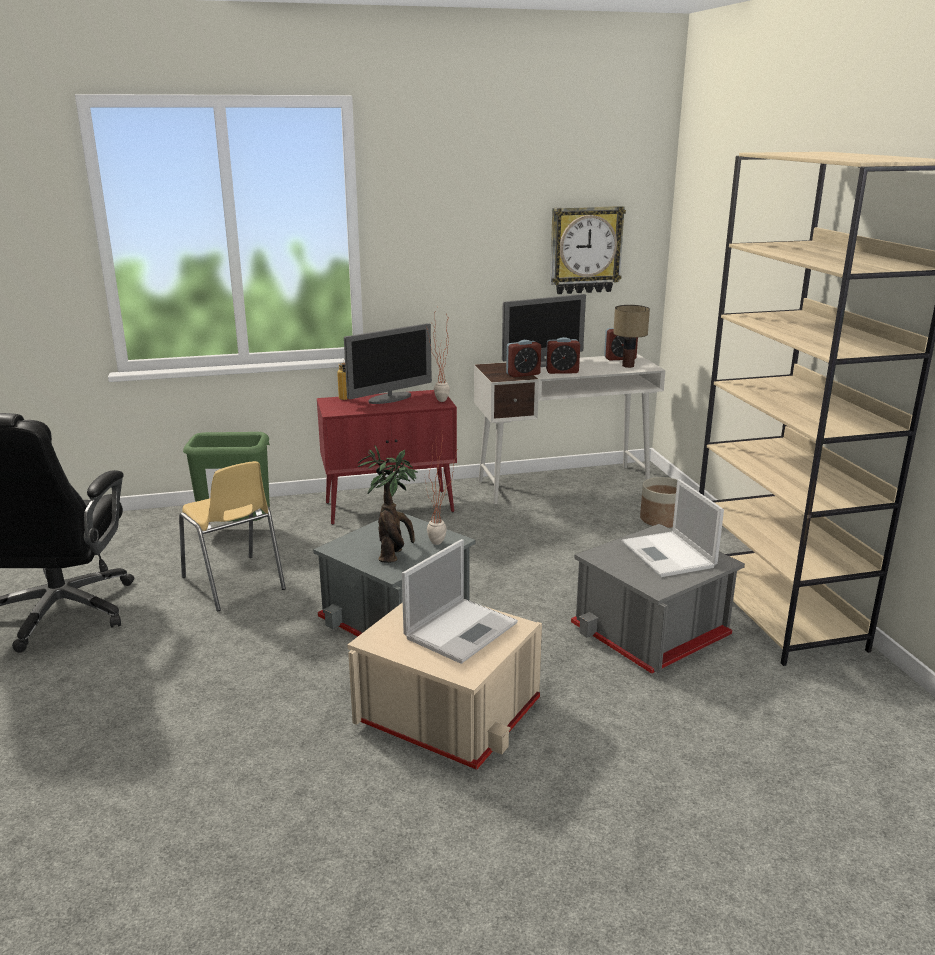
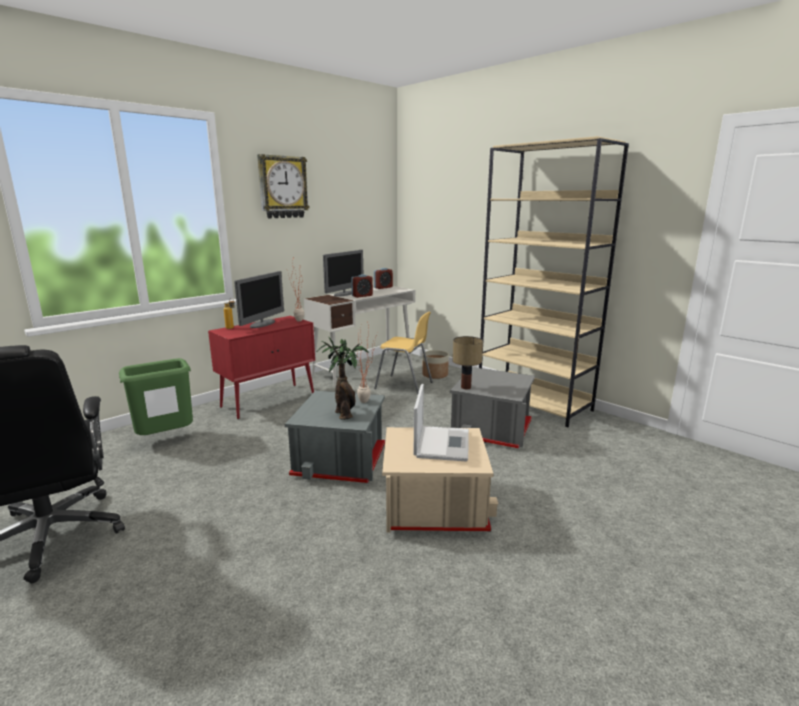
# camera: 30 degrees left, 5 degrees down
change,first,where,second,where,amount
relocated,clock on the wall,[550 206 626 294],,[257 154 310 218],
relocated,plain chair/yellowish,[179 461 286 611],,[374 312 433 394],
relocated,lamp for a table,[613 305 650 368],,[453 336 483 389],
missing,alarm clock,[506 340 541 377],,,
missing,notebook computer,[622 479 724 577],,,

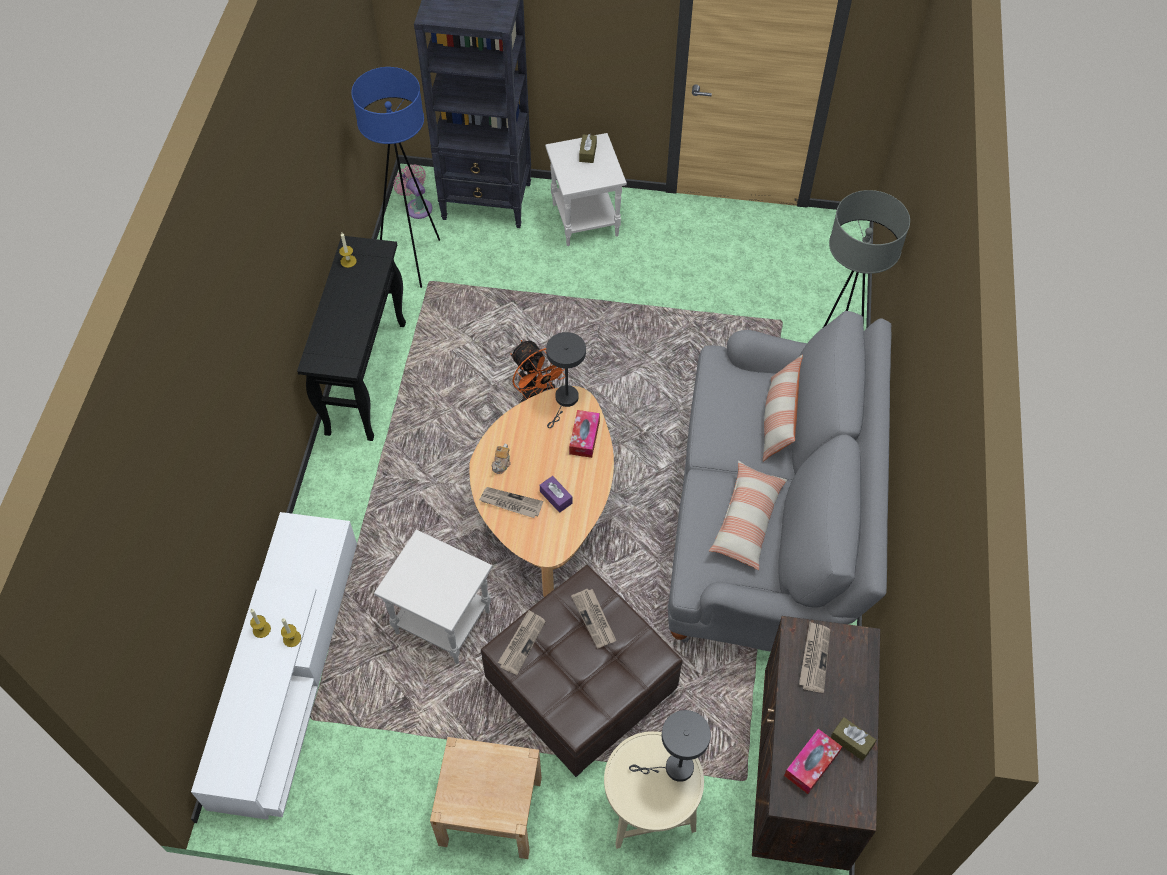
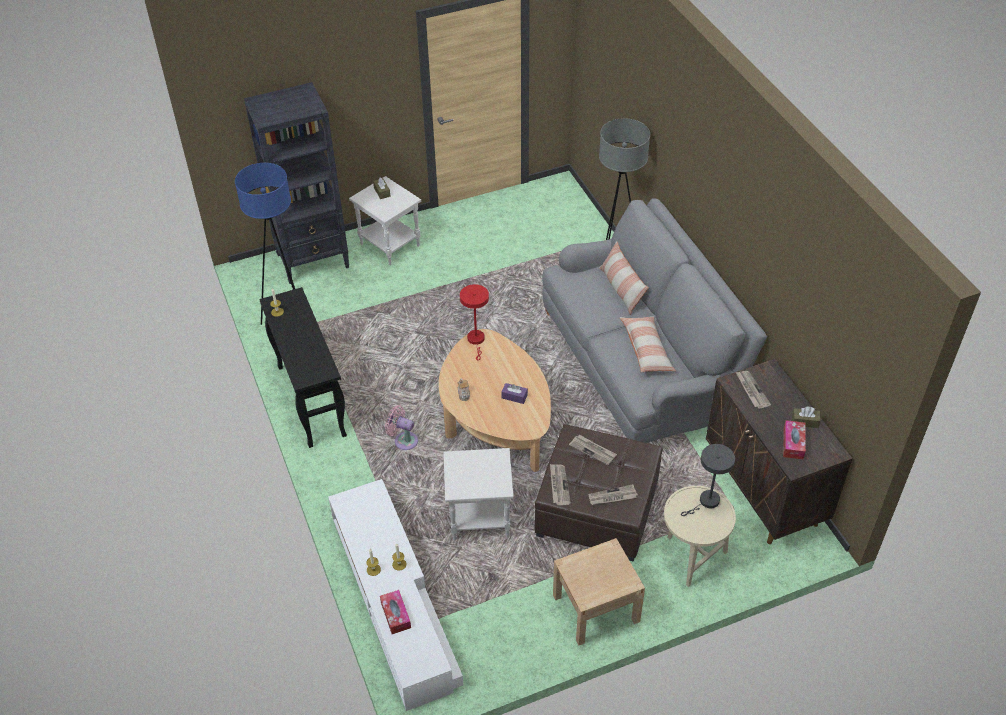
# camera: 30 degrees left, 10 degrees down
change,first,where,second,where,amount
relocated,tissue holder,[569 410 600 458],,[380 590 411 634],
relocated,electric fan/pink,[394 164 432 219],,[385 405 418 450],
colour,lamp for a table/grey,[546 332 586 428],lamp for a table/red-coloured,[460 284 489 360],
relocated,printed paper,[479 487 543 518],,[588 484 638 505],
missing,electric fan/orange,[510 340 565 403],,,

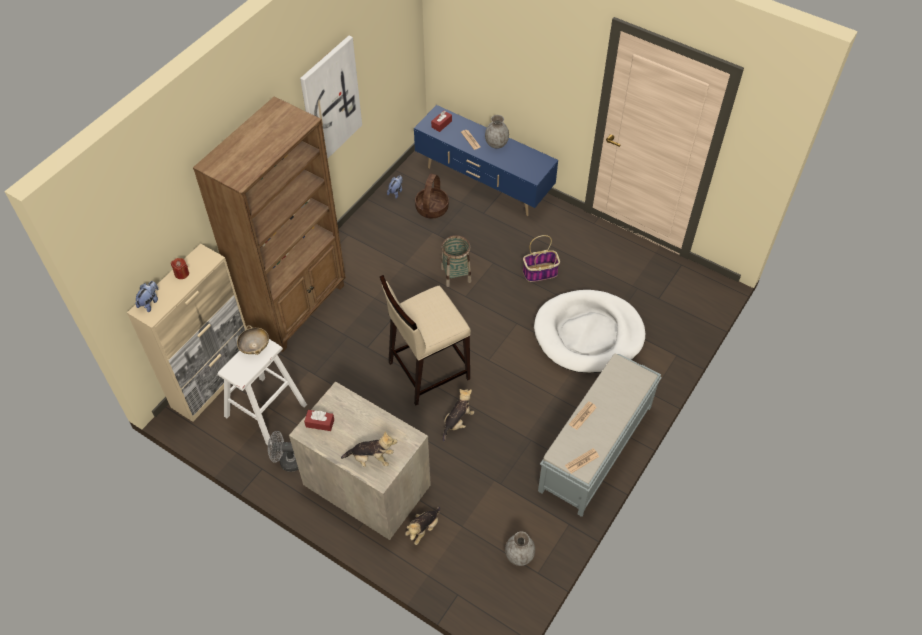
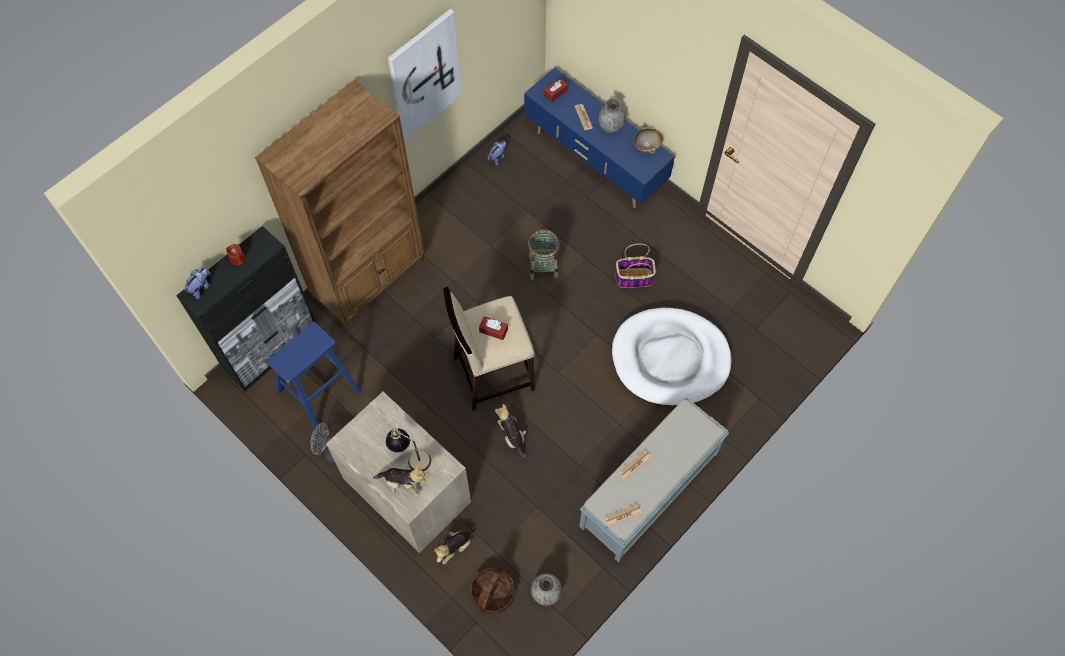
# camera: 10 degrees right, 10 degrees up
change,first,where,second,where,amount
colour,cabinet/beige-coloured,[127 244 246 422],cabinet/black,[176 226 315 391],
colour,stool/whitish,[218 339 307 445],stool/blue,[266 322 362 430],
appeared,,,lamp for a table,[386 428 431 471],
relocated,household basket,[415 174 449 218],,[471 565 515 614],
relocated,tissue holder/red-coloured,[304 410 334 431],,[479 316 508 340],
spun,soft toy,[443 389 474 442],,[495 404 528 459],75 degrees counterclockwise
relocated,bowl/beige-coloured,[237 325 269 355],,[634 125 663 154],

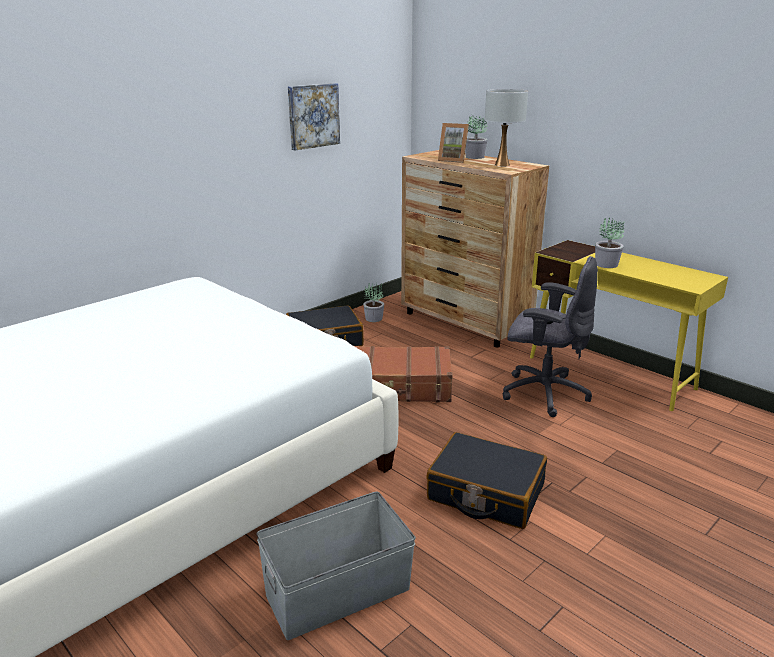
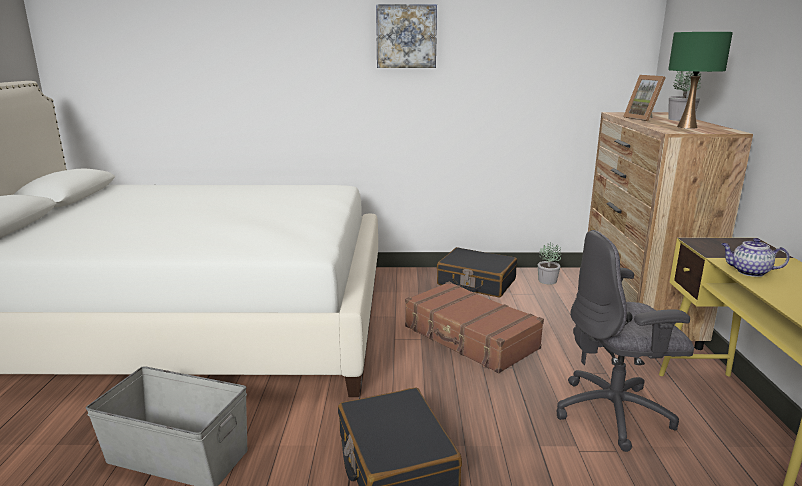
# camera: 45 degrees right, 5 degrees down
change,first,where,second,where,amount
relocated,wall art,[288 83 340 150],,[376 4 437 68],
spun,office chair/grey,[503 256 598 417],,[556 230 694 452],105 degrees clockwise
colour,lamp for a table/whitish,[485 89 528 167],lamp for a table/green,[668 32 733 129],
exchanged,potted plant,[595 217 624 268],tea pot,[721 238 789 277],

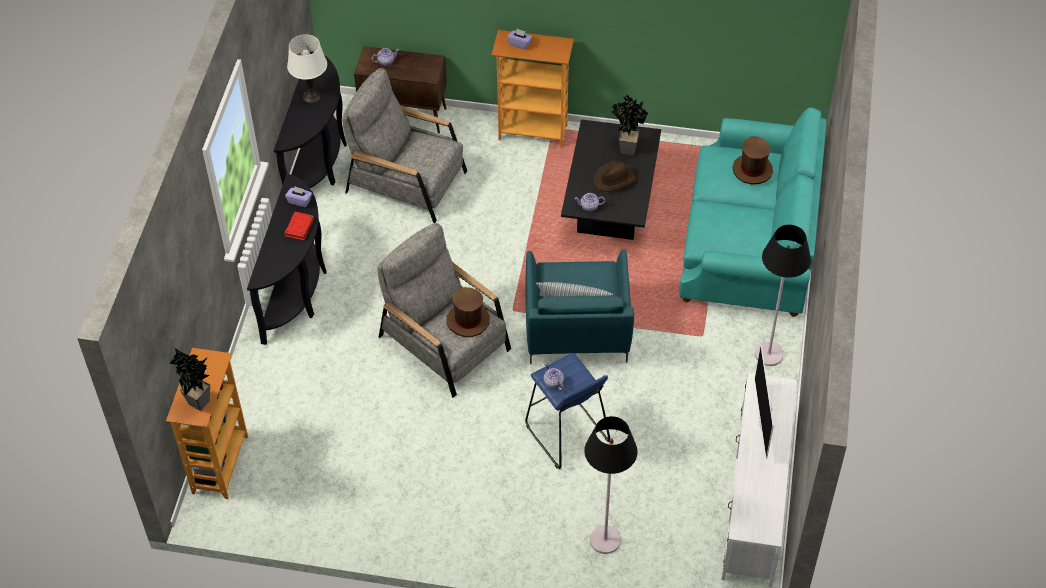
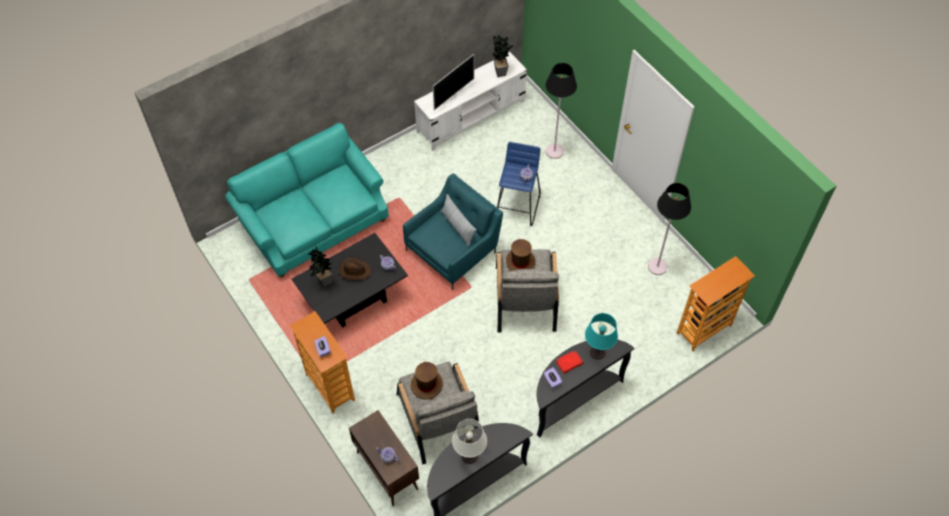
# camera: 135 degrees left, 5 degrees up
change,first,where,second,where,amount
relocated,wearable hat/brown,[732 136 773 185],,[411 362 443 400],
relocated,potted plant,[170 348 210 411],,[492 35 513 77],
appeared,,,lamp for a table/turquoise-coloured,[585 313 618 360],
relocated,standing lamp/black,[755 225 811 366],,[648 183 691 275],

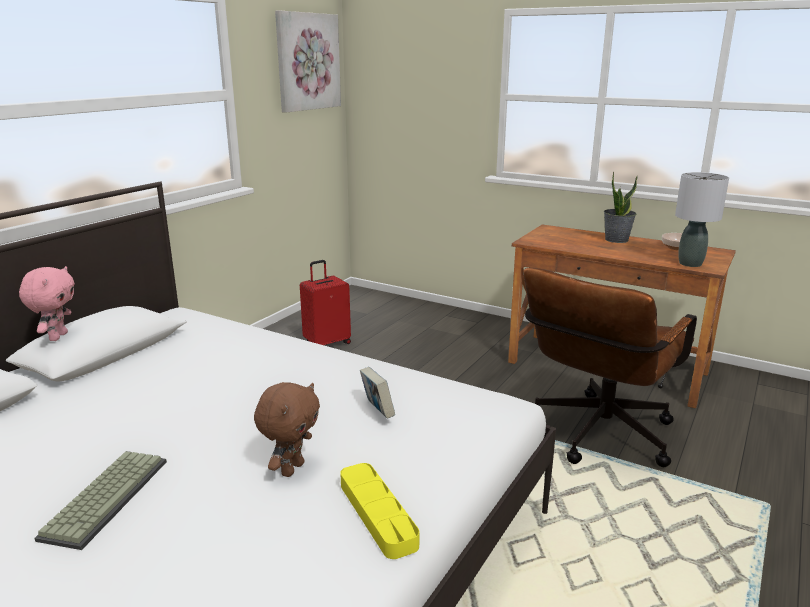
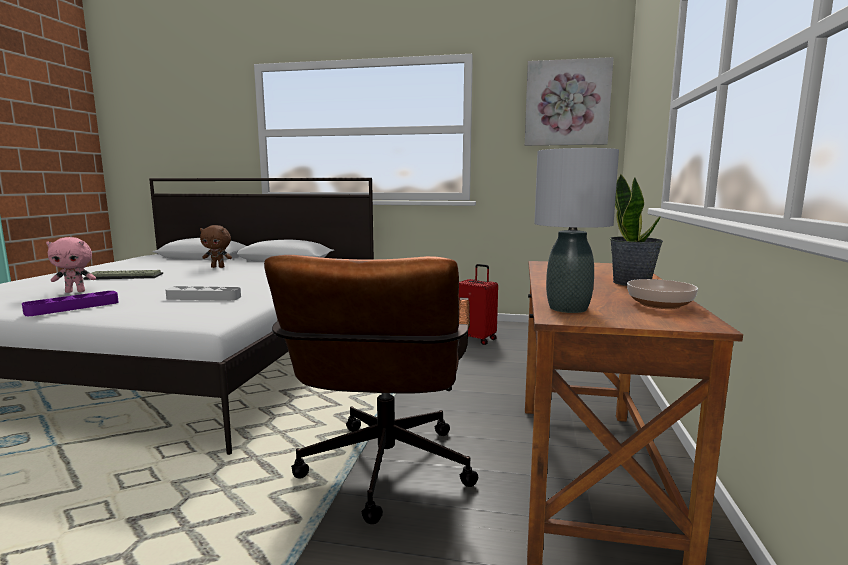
# camera: 70 degrees right, 10 degrees down
change,first,where,second,where,amount
colour,carrying tray/yellowish,[340 463 419 559],carrying tray/purple-coloured,[22 291 119 316],
relocated,soft toy/pink,[19 266 75 341],,[46 237 96 293],
exchanged,book,[360 367 395 419],carrying tray/grey,[165 286 241 301],
relocated,soft toy/brown,[254 382 320 477],,[200 225 232 268],
spun,office chair/brown,[523 268 697 467],,[264 255 478 524],105 degrees counterclockwise

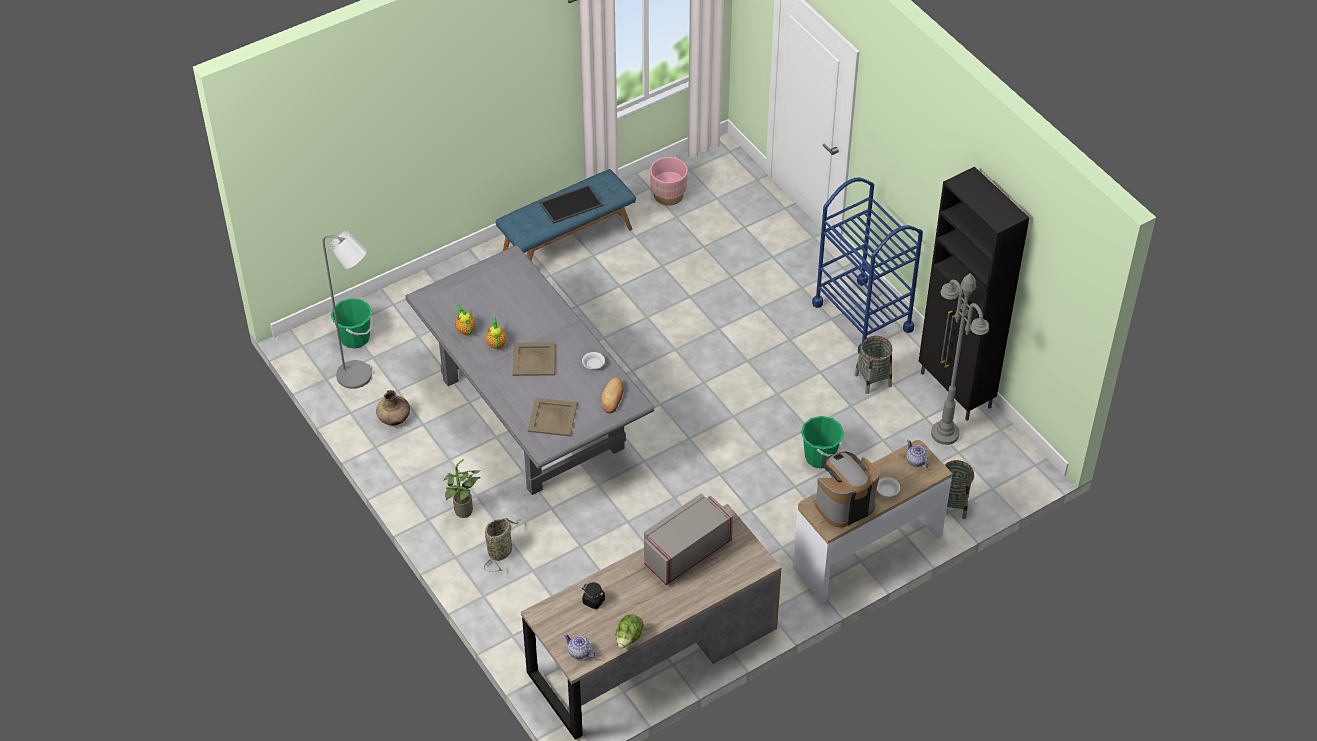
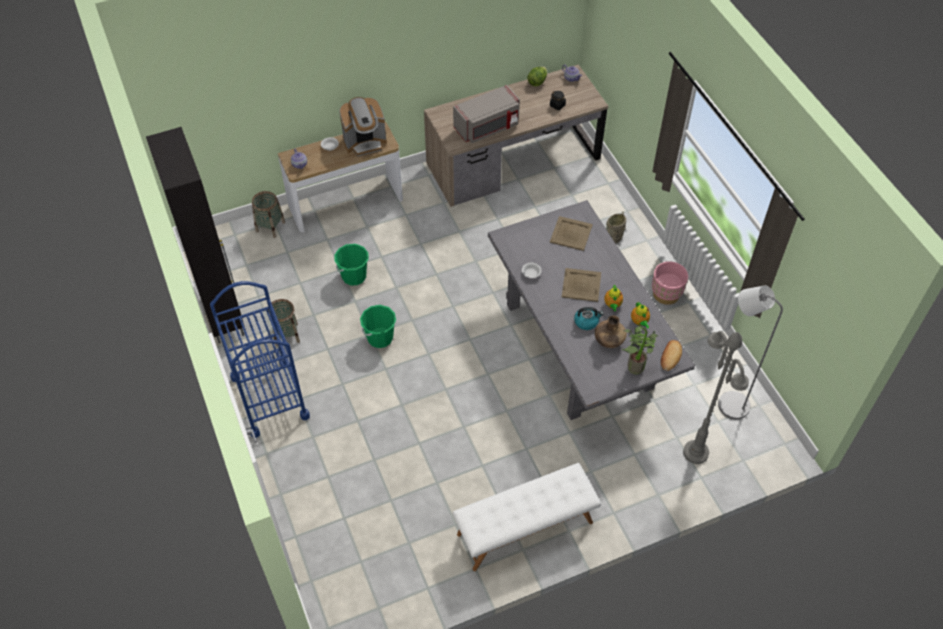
# camera: 170 degrees left, 5 degrees up
change,first,where,second,where,amount
relocated,water bucket/green,[331 298 372 348],,[360 305 396 348],
colour,bench/blue,[496 169 636 261],bench/whitish,[453 463 601 571],
appeared,,,water kettle,[574 307 604 330],
relocated,decorative vase/brown,[376 390 410 426],,[595 315 627 348],
relocated,potted plant,[443 459 481 518],,[622 325 658 374],
relocated,flower pot/pink,[650 157 688 205],,[652 261 688 305],
relocated,bread,[601 378 624 413],,[661 340 682 371],
relocated,standing lamp/grey,[931 273 989 445],,[683 331 749 464],
missing,carrying tray,[540 185 603 224],,,

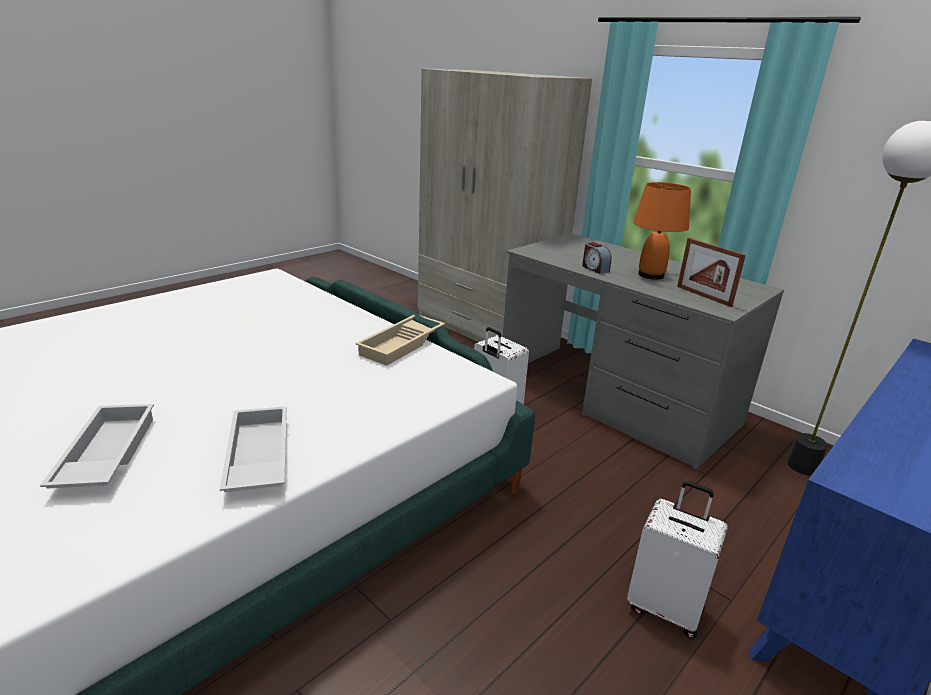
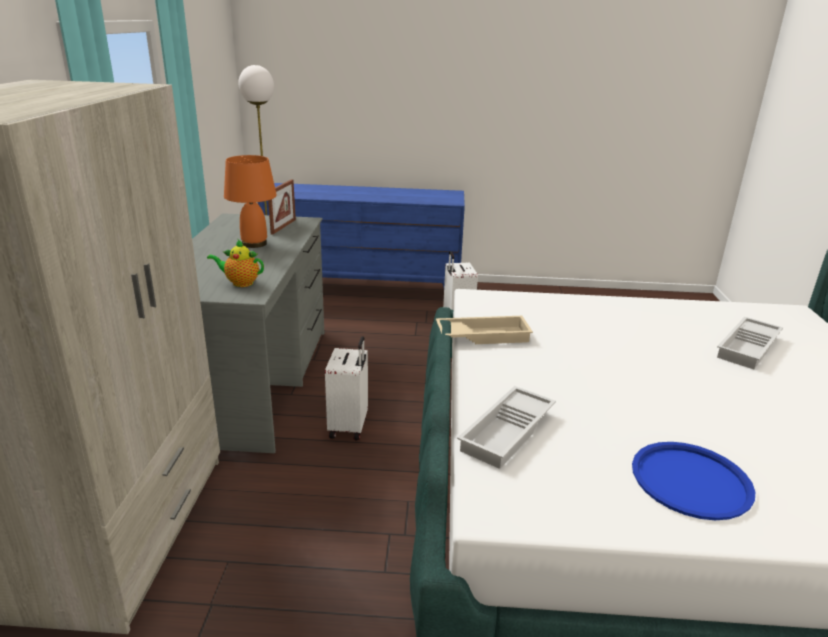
# camera: 130 degrees left, 0 degrees up
change,first,where,second,where,amount
appeared,,,tea pot,[207 239 264 287],
relocated,carrying tray/whitish,[220 406 287 492],,[457 386 556 469],
appeared,,,carrying tray/blue,[632 442 755 520],
missing,alarm clock,[582 242 612 274],,,

